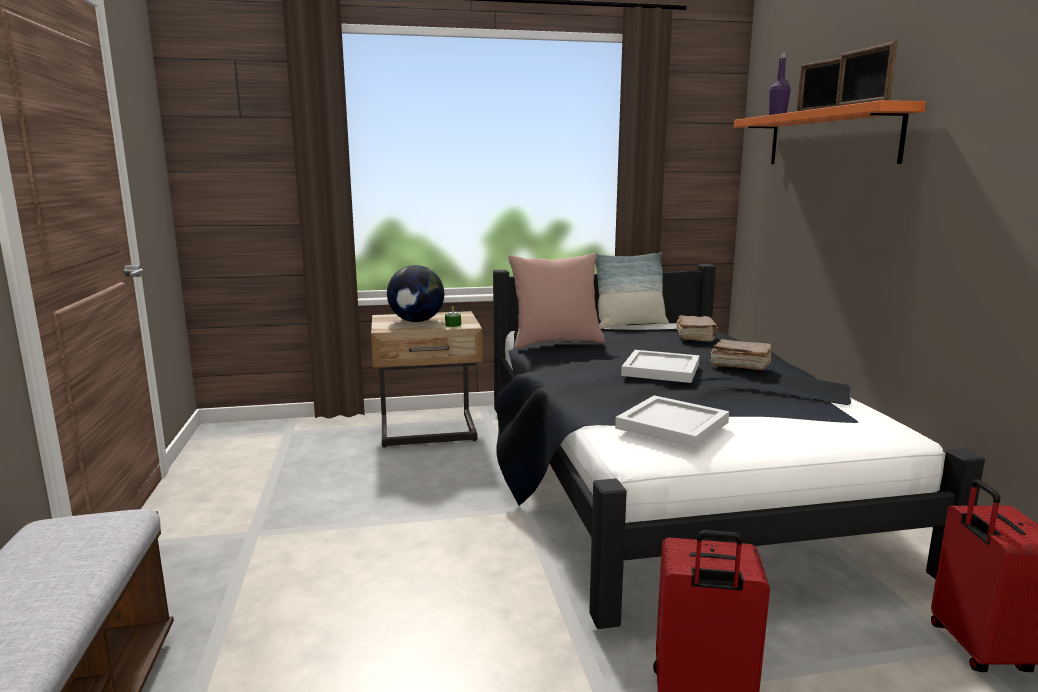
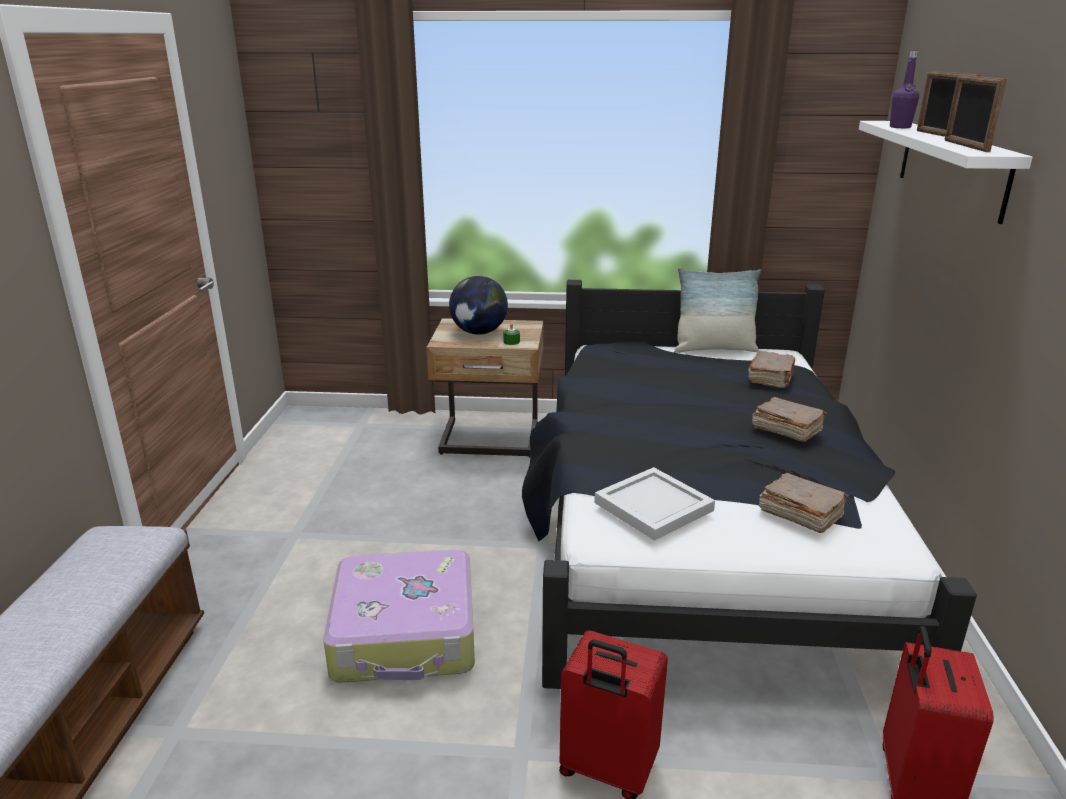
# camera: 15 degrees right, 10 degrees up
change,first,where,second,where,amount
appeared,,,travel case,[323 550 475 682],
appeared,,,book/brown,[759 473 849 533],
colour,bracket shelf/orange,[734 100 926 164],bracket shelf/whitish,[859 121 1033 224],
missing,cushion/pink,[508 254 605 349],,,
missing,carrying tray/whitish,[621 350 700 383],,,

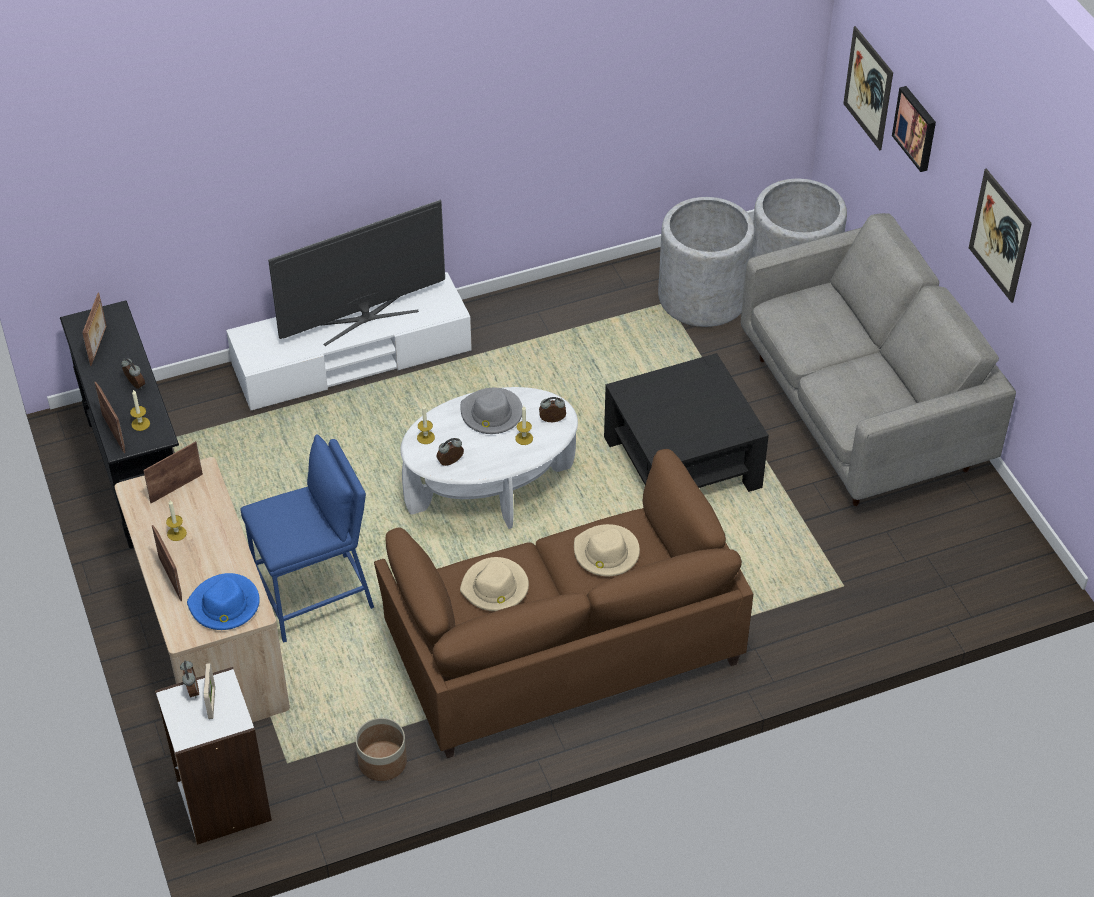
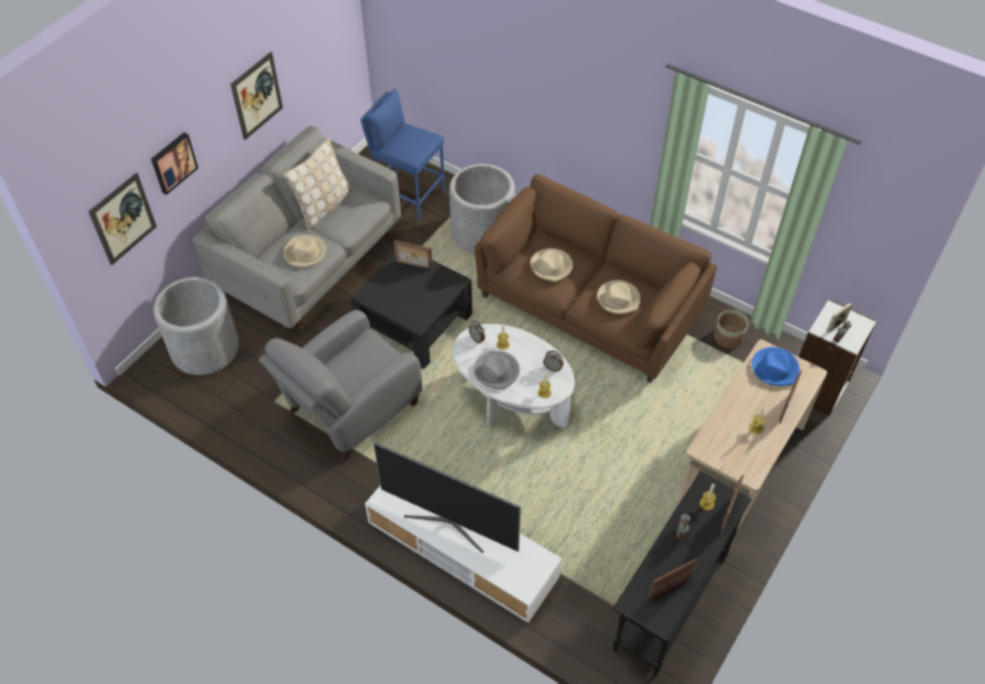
# camera: 125 degrees left, 5 degrees up
change,first,where,second,where,amount
appeared,,,armchair/grey,[259 310 422 463],
appeared,,,cushion/beige-coloured,[283 138 353 229],
appeared,,,wearable hat/beige-coloured,[283 235 326 267],
relocated,stool/blue,[240 434 374 643],,[360 89 445 220],
relocated,standing frame,[143 441 203 503],,[394 240 433 270],
relocated,flower pot/grey,[658 197 755 327],,[449 164 515 255],

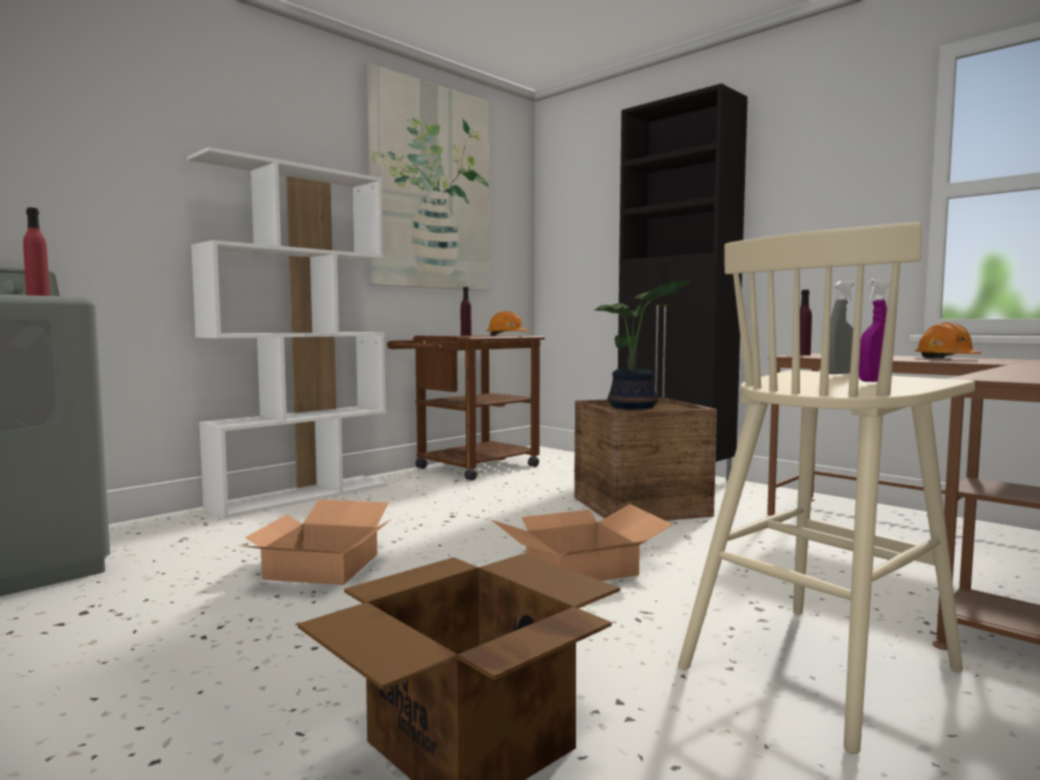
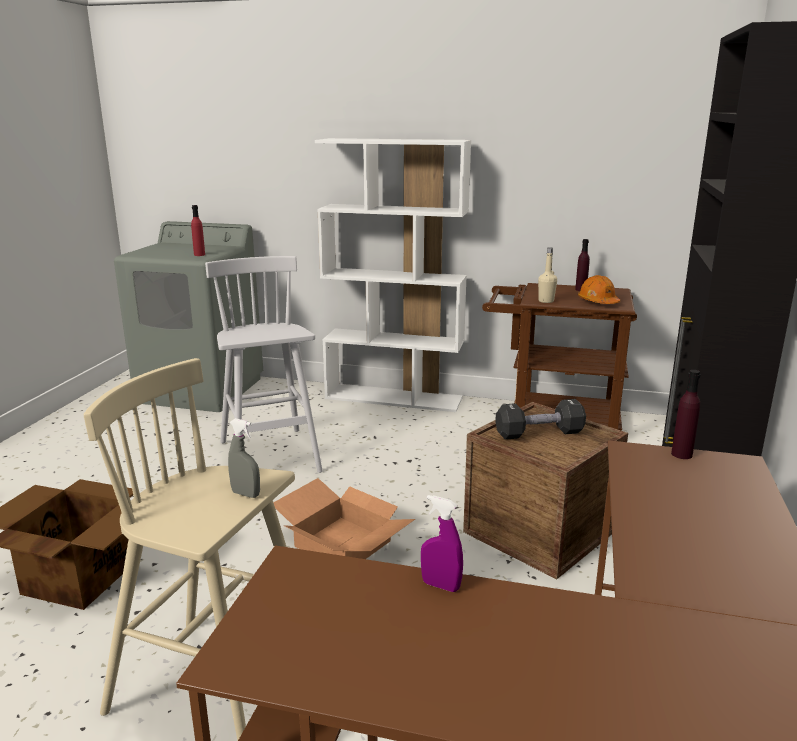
# camera: 60 degrees right, 15 degrees up
change,first,where,second,where,amount
exchanged,cardboard box,[238 499 392 585],stool/whitish,[205 256 323 473],
relocated,spray bottle/purple-coloured,[859 278 889 382],,[421 495 463 592],
exchanged,potted plant,[594 281 691 410],dumbbell/black,[495 399 586 440],
appeared,,,drink bottle/beige-coloured,[538 247 557 303],
missing,wall art,[364 63 489 290],,,
missing,hard hat/orange,[915 322 981 358],,,

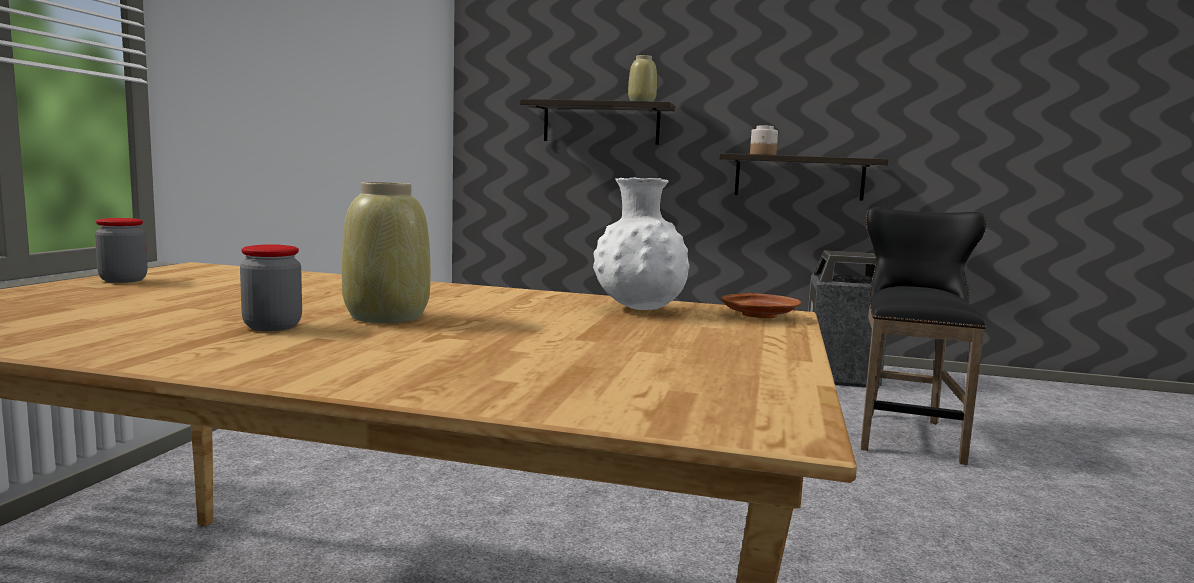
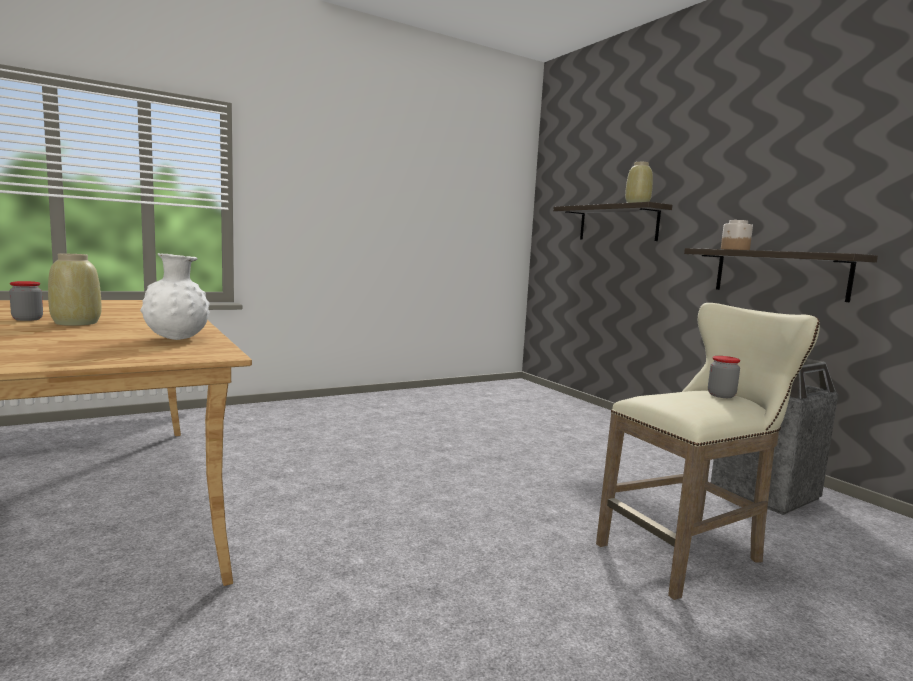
# camera: 45 degrees right, 0 degrees up
change,first,where,second,where,amount
colour,stool/black,[861 207 987 465],stool/beige-coloured,[596 303 820 600],
relocated,storage jar,[95 218 147 283],,[708 356 740 398],
missing,flat dish/brown,[721 293 801 318],,,

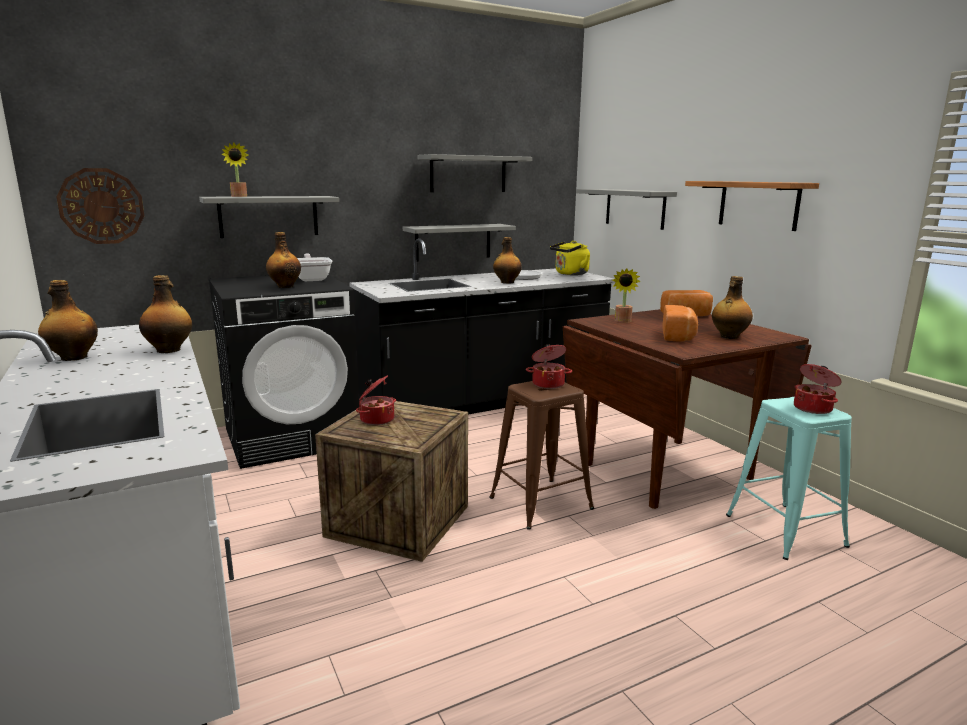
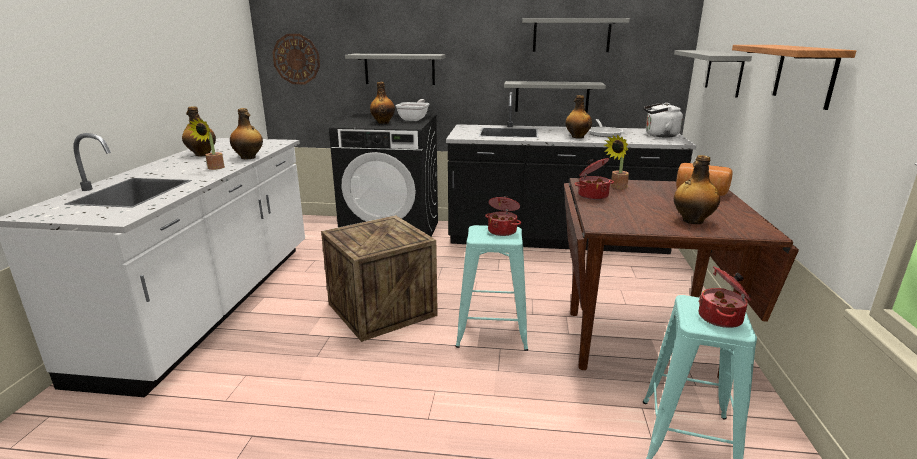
# camera: 35 degrees right, 5 degrees up
change,first,where,second,where,amount
relocated,potted plant,[221 142 248 197],,[188 118 225 170],
colour,stool/brown,[489 381 594 530],stool/turquoise-coloured,[456 225 528 351],
relocated,cooking pot,[356 375 396 425],,[575 158 614 200],
colour,water kettle/yellowish,[550 241 590 275],water kettle/whitish,[643 103 683 138],
missing,bread,[662 305 698 342],,,

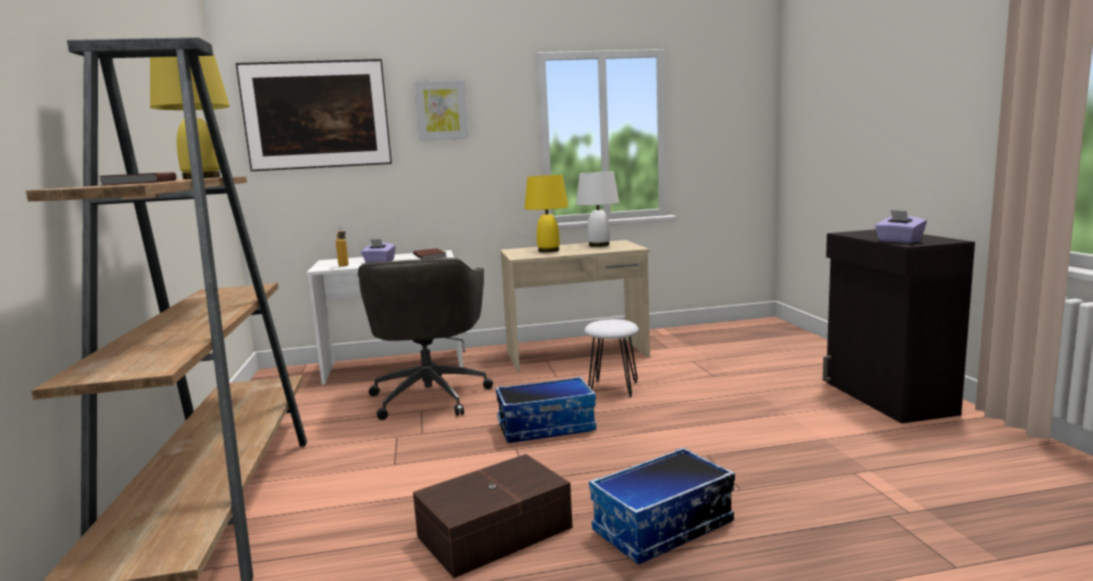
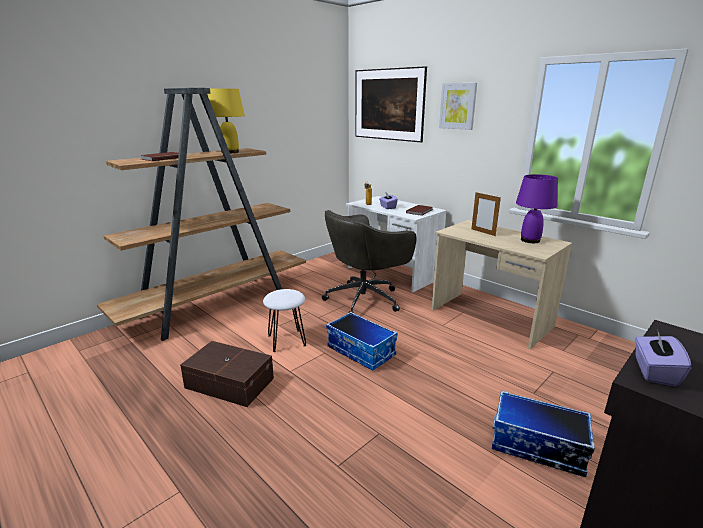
# camera: 55 degrees right, 10 degrees up
change,first,where,second,where,amount
relocated,stool/whitish,[584 319 639 397],,[263 289 306 352],
exchanged,lamp for a table/yellowish,[524 175 569 252],standing frame,[472 192 501 236],
relocated,storage container,[589 447 735 564],,[492 391 595 477],
colour,lamp for a table/whitish,[576 172 619 247],lamp for a table/purple-coloured,[516 174 558 243],

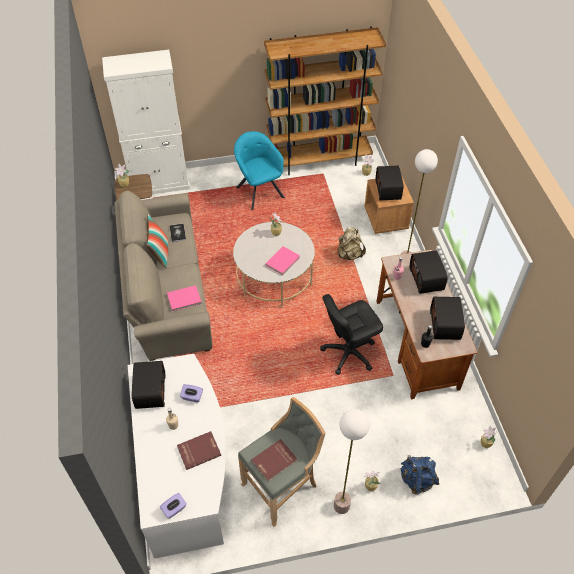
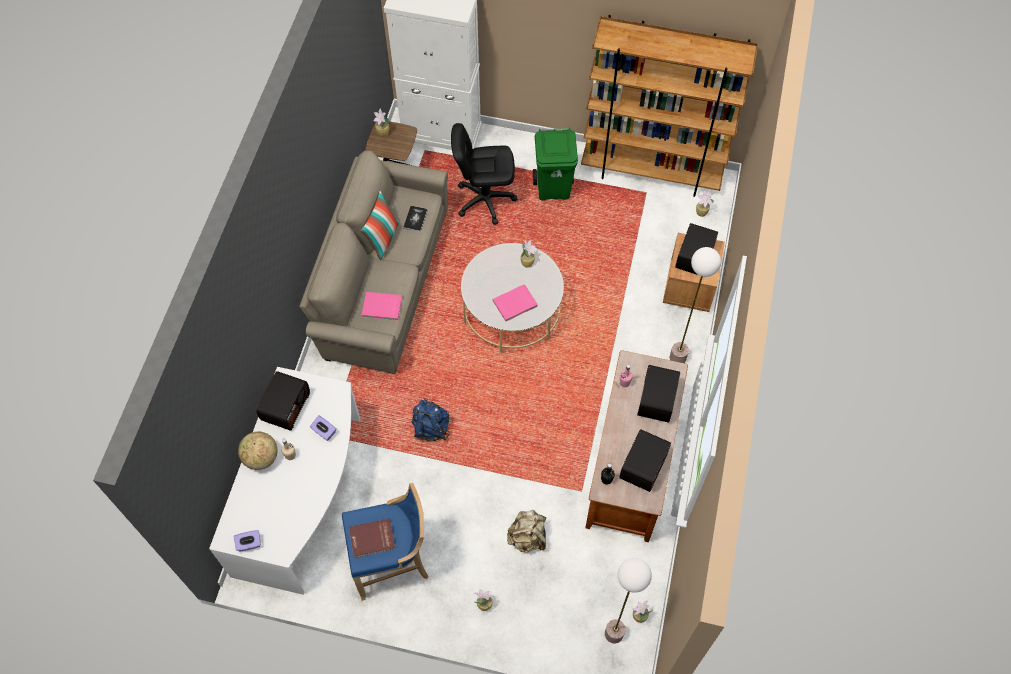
# camera: 25 degrees right, 10 degrees up
change,first,where,second,where,amount
appeared,,,world globe,[238 431 277 470],
colour,stool/grey,[238 397 325 527],stool/blue,[342 483 428 601],
relocated,rucksack/blue,[401 455 439 495],,[412 398 450 441],
relocated,office chair/black,[320 294 383 375],,[451 123 517 225],
relocated,rucksack/beige-coloured,[337 227 366 260],,[507 510 546 552],
exchanged,armchair/turquoise-coloured,[234 131 285 210],waste bin/green,[533 128 578 200],
relocated,standing lamp,[334 409 370 514],,[605 558 652 643],
missing,book/red-coloured,[177 431 221 470],,,

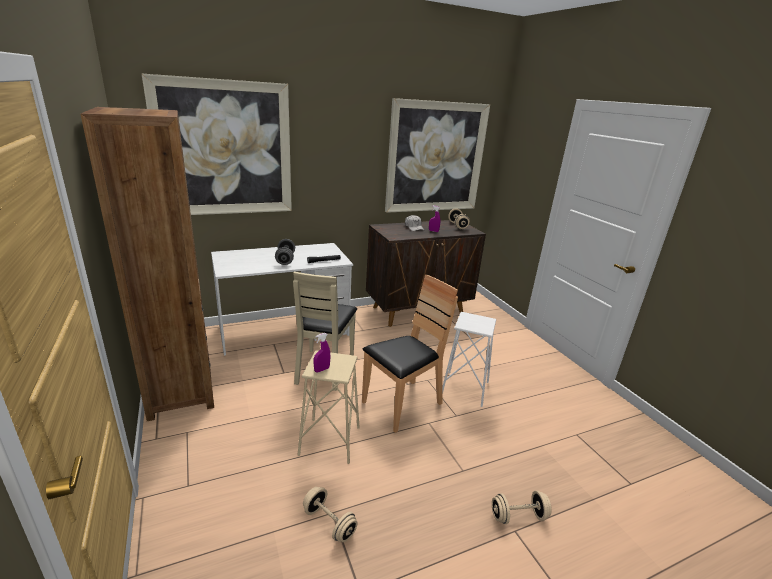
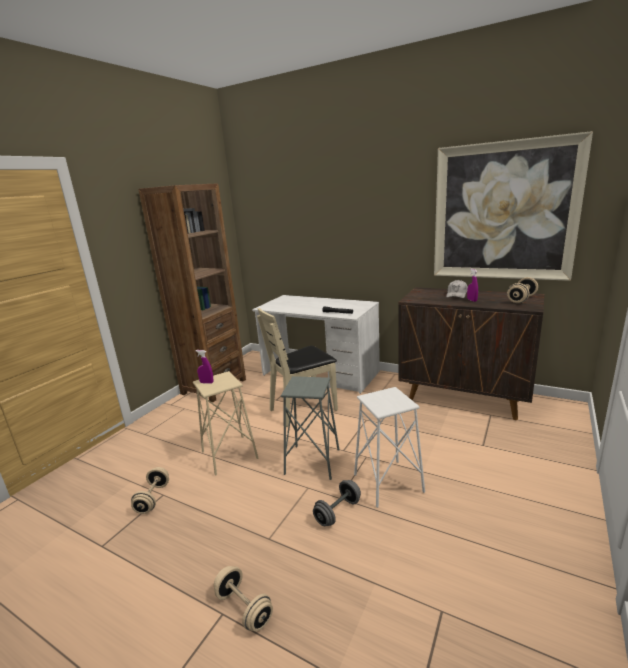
# camera: 55 degrees right, 5 degrees down
change,first,where,second,where,amount
exchanged,plain chair/brown,[362 274 458 433],stool/grey,[281 376 340 480],
relocated,dumbbell/grey,[275 239 295 265],,[313 480 361 526],
missing,wall art,[142 74 292 215],,,

